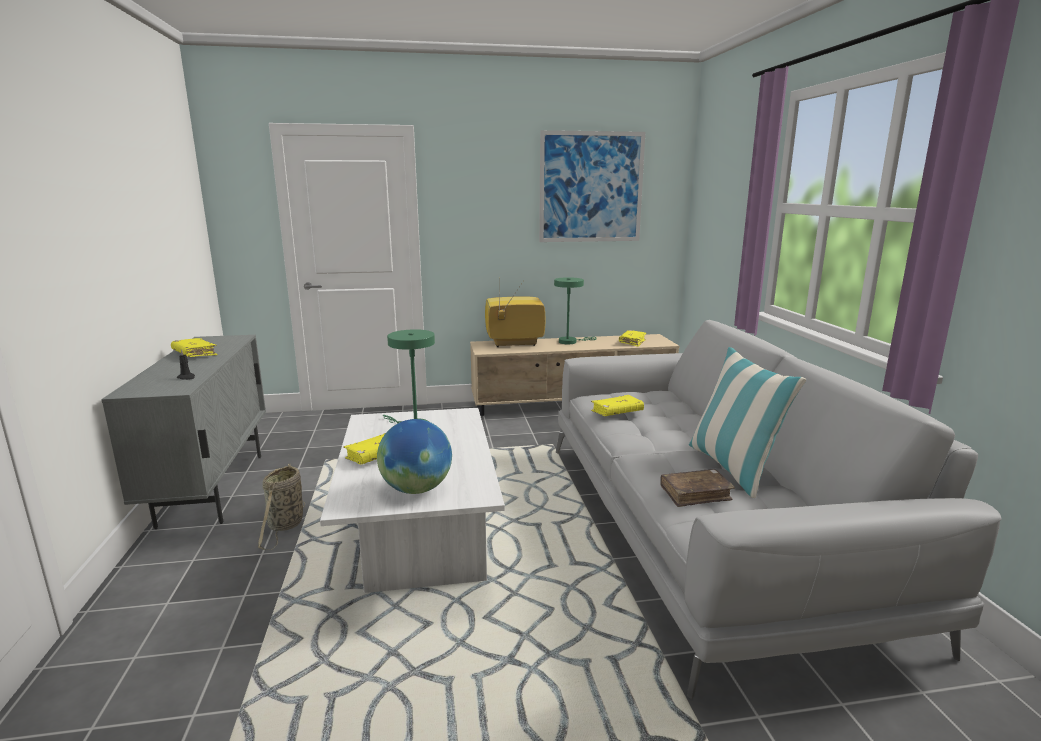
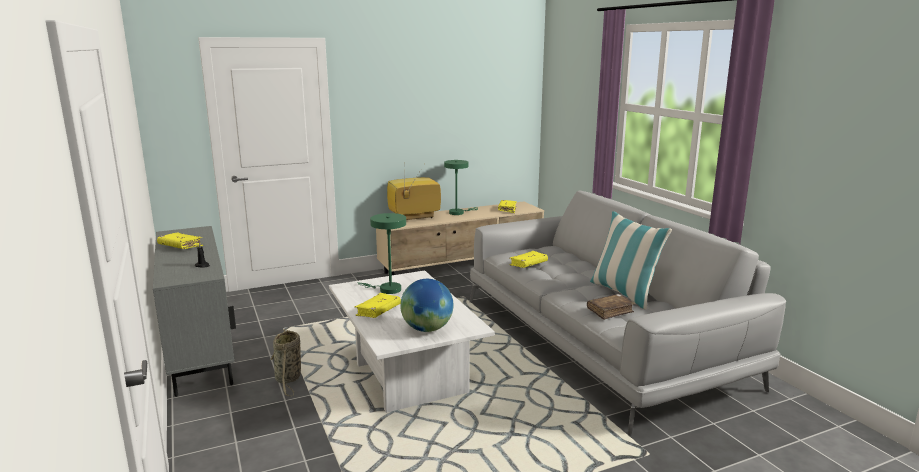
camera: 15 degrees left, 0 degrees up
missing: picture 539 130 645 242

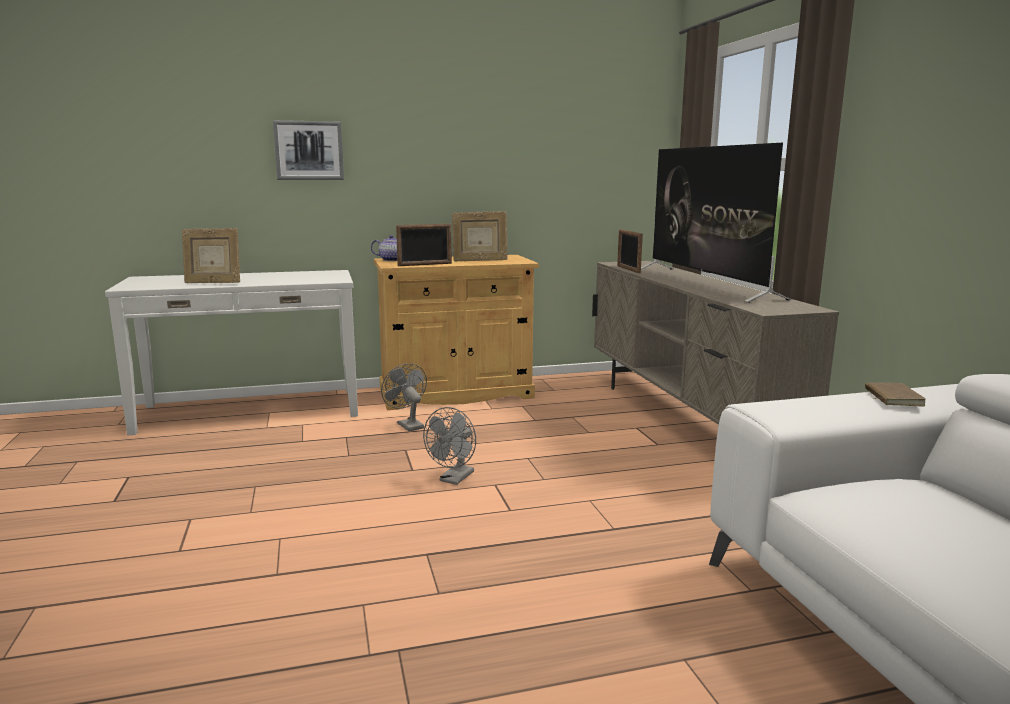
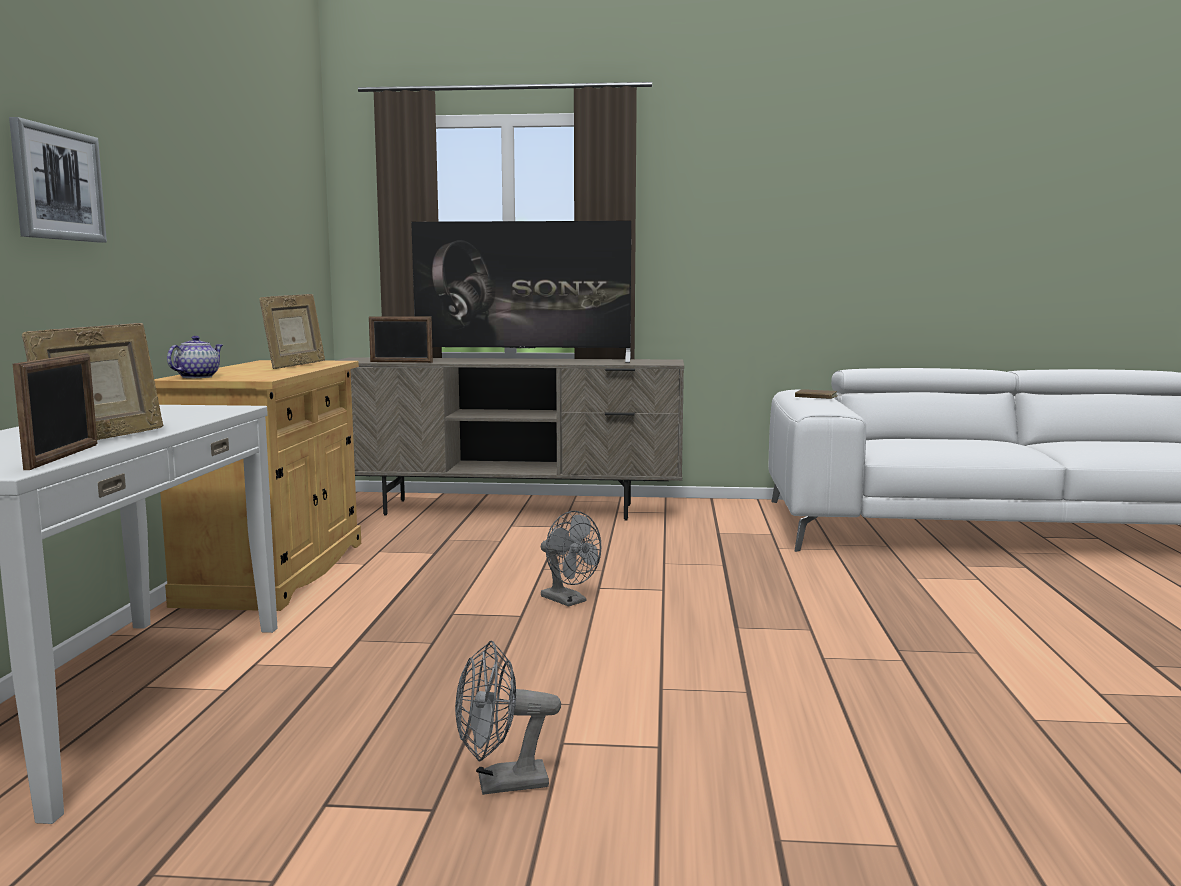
camera: 70 degrees left, 5 degrees down
relocated: grey fan 381 363 427 431 to 455 640 561 795; picture frame 396 224 452 266 to 13 353 97 470

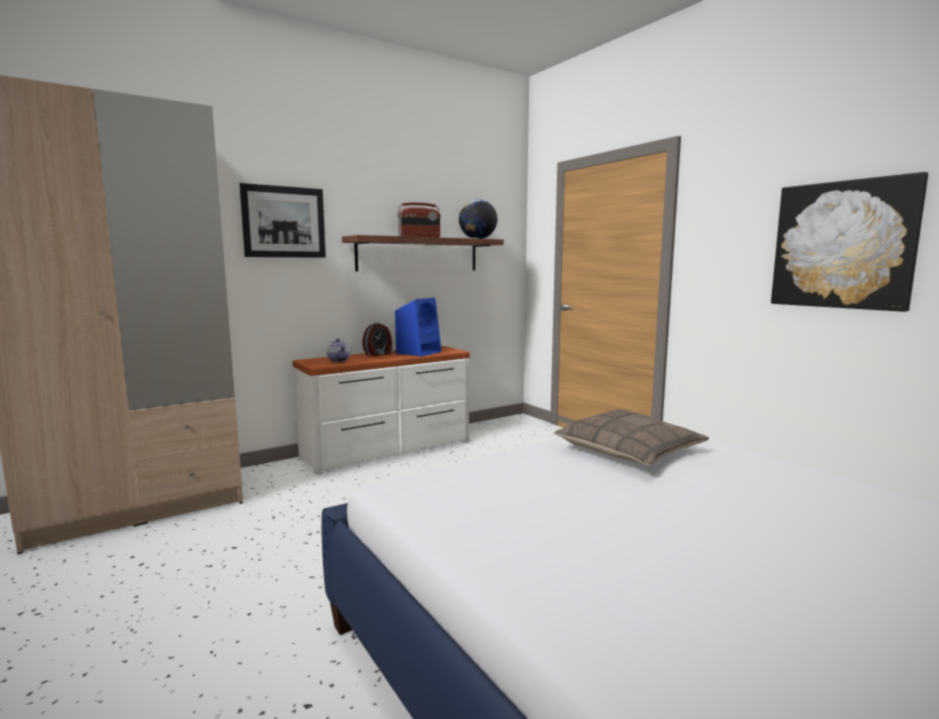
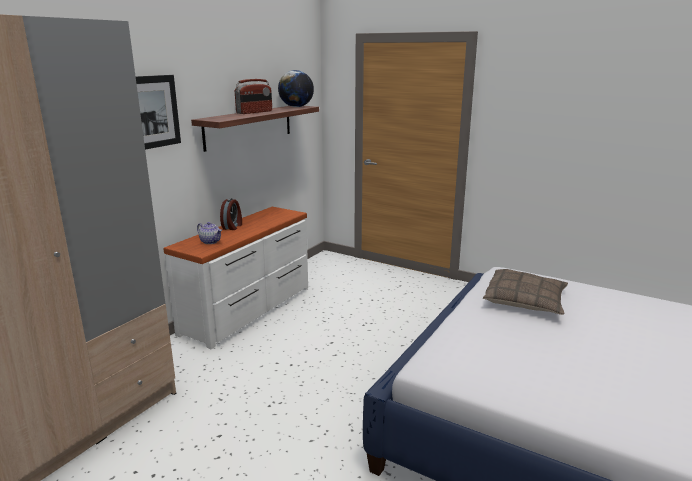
camera: 25 degrees left, 10 degrees up
missing: blue speaker 395 297 441 356; picture 771 172 928 312

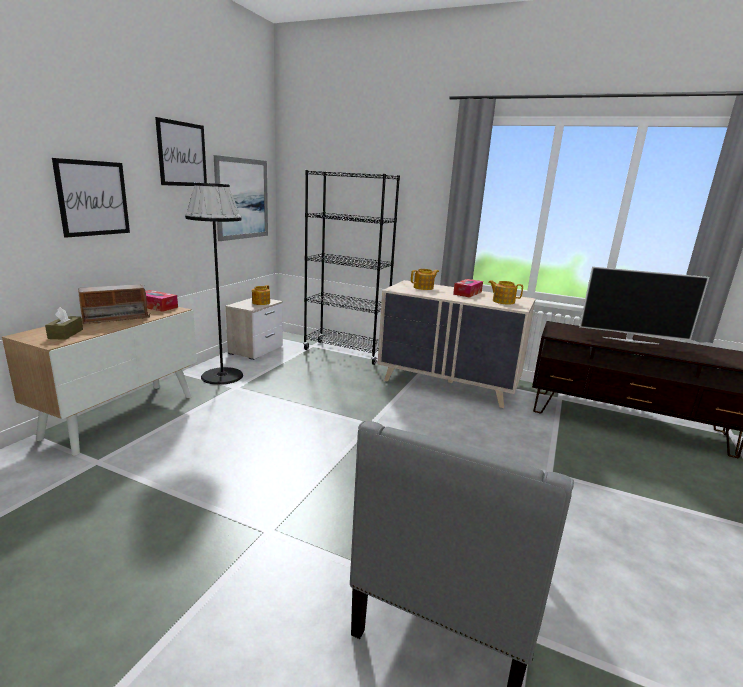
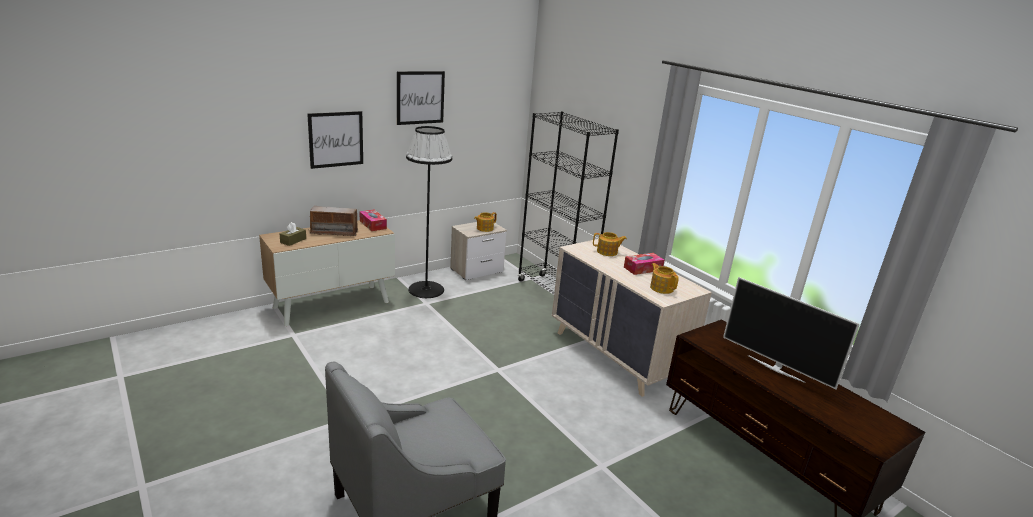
camera: 30 degrees right, 5 degrees up
missing: picture 214 155 268 241

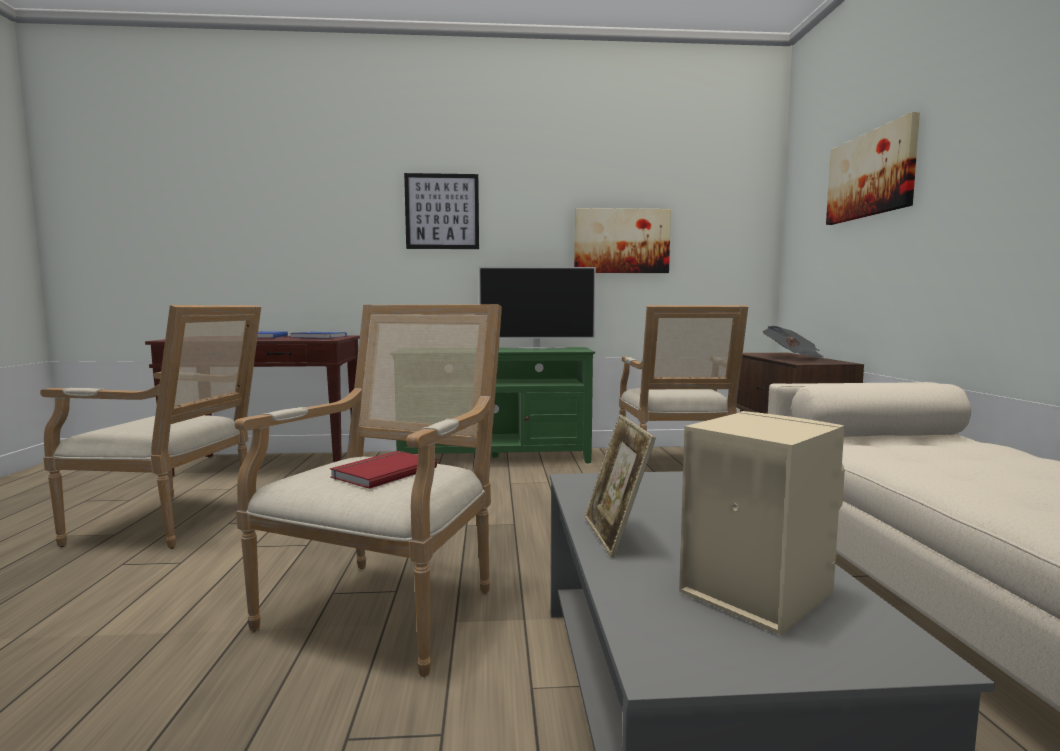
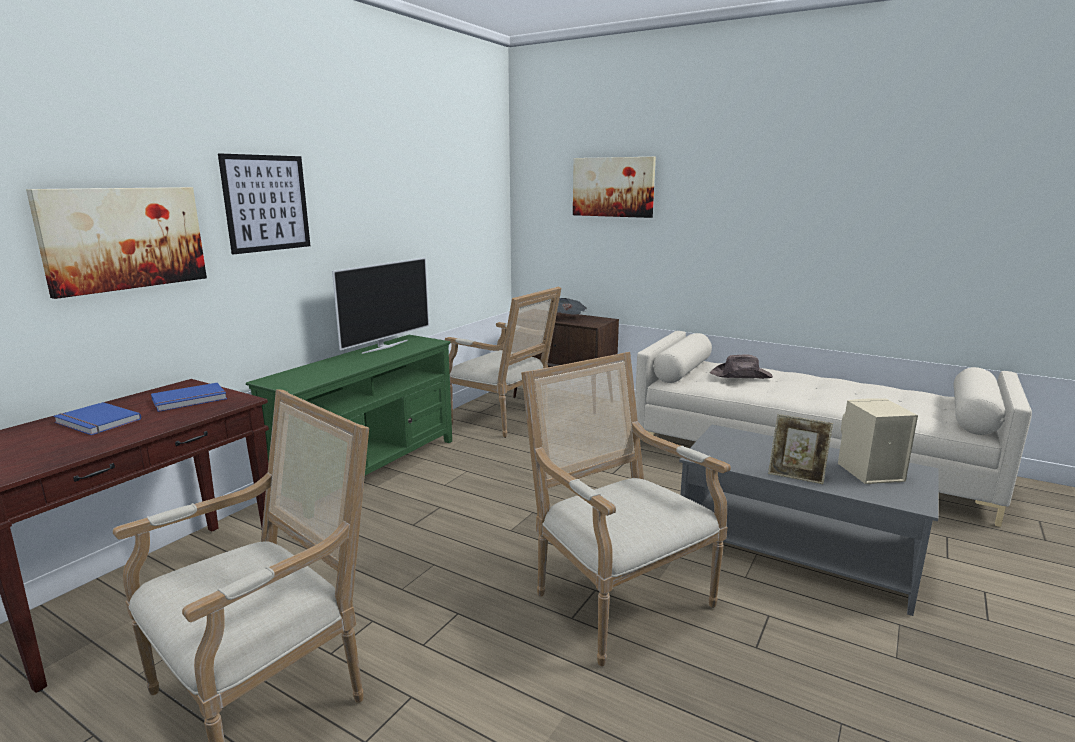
camera: 55 degrees left, 10 degrees up
missing: red book 330 451 437 489
appeared: brown hat 710 354 773 379
relocated: picture 574 208 671 273 to 26 187 207 299

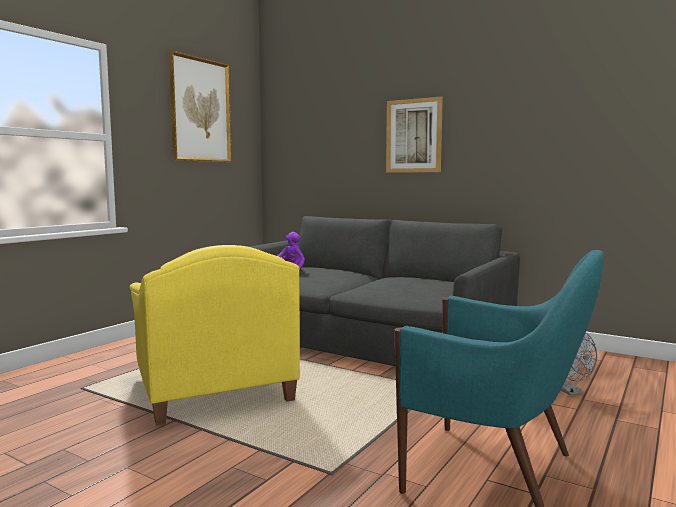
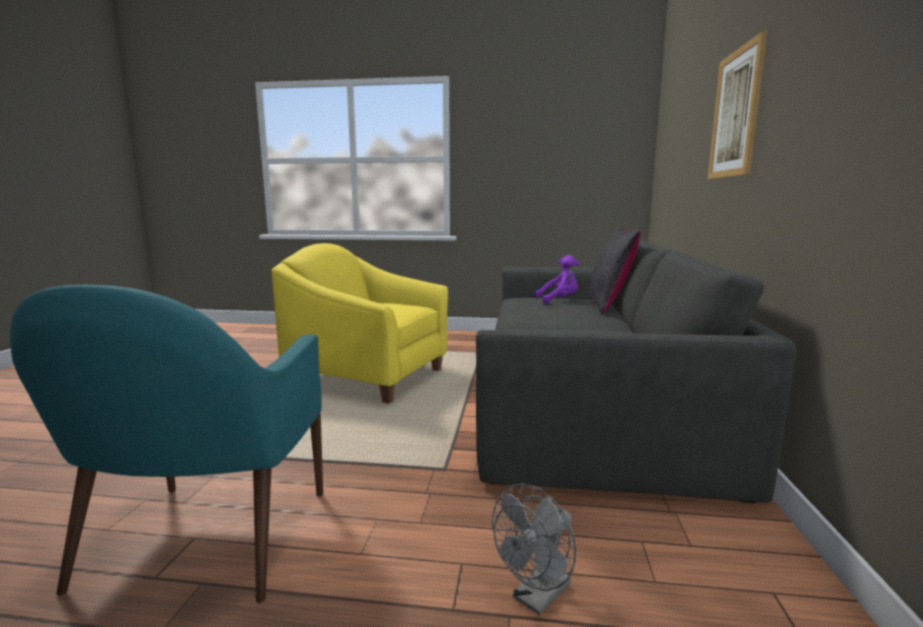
camera: 65 degrees right, 5 degrees up
missing: picture 169 51 232 162
appeared: black pillow 589 226 641 314
spun: yellow armchair 130 245 300 426 = 272 243 448 404 75 degrees clockwise

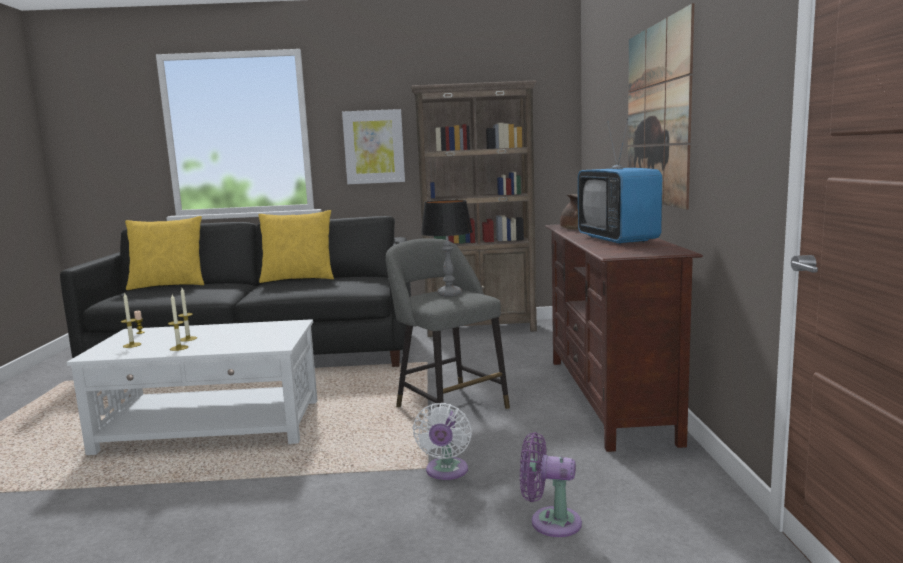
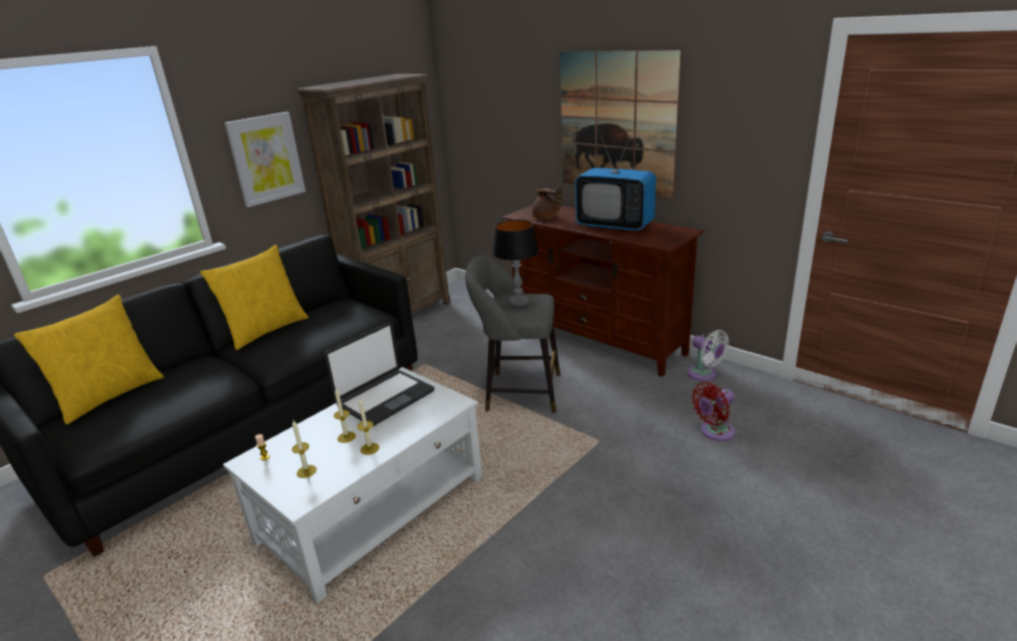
camera: 45 degrees left, 15 degrees up
appeared: laptop 324 323 435 426
relocated: white fan 413 403 472 480 to 687 330 729 381
colour: purple fan 520 432 582 537 to red fan 692 382 735 441

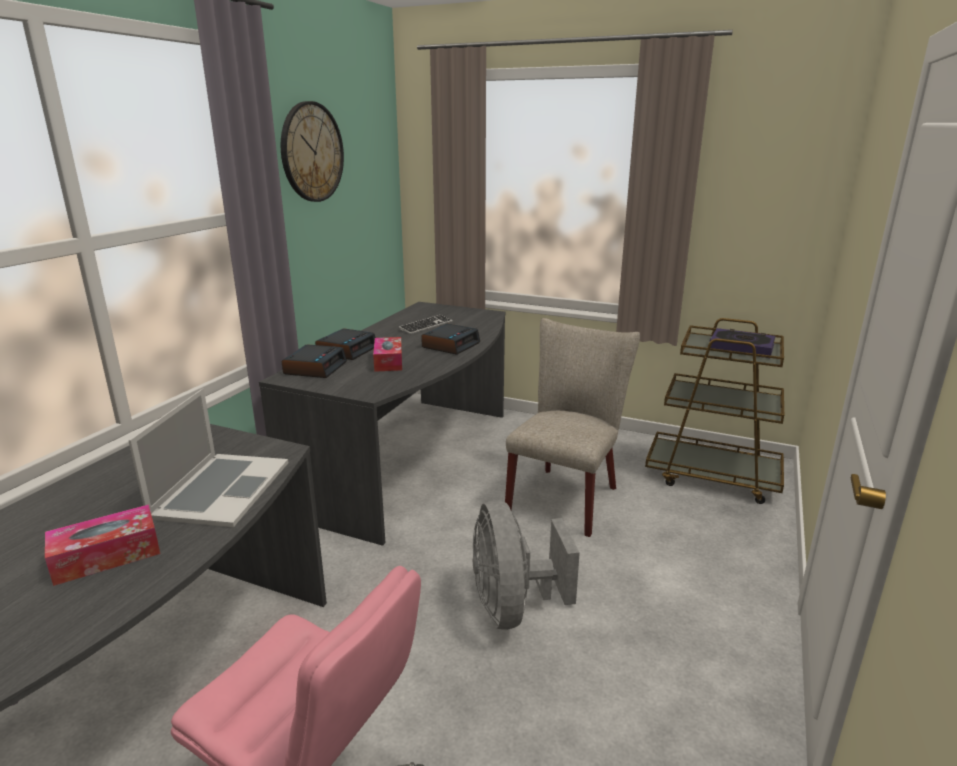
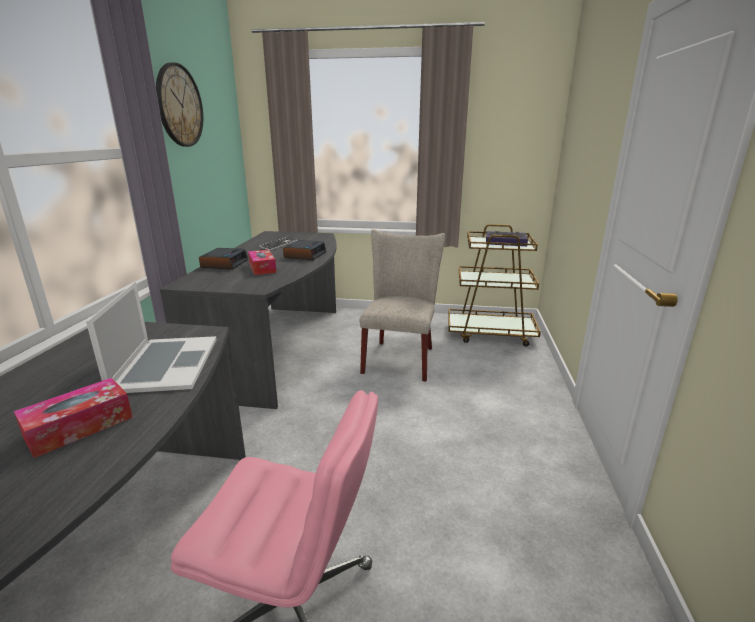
camera: 15 degrees left, 0 degrees up
missing: alarm clock 282 344 347 378; grey fan 473 500 580 630

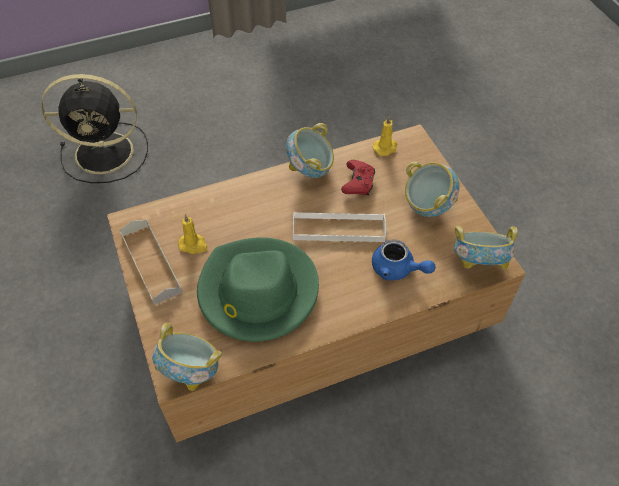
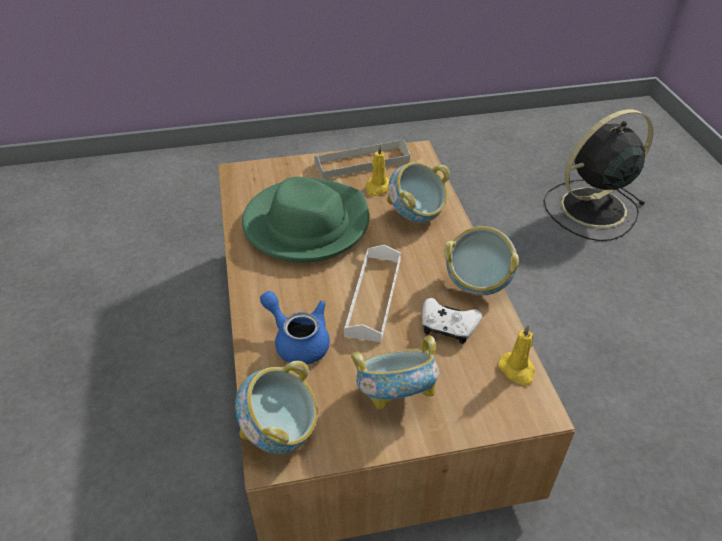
camera: 100 degrees right, 10 degrees down
relocated: bowl 152 322 222 391 to 387 162 450 223
colour: red game controller 341 160 375 195 to white game controller 422 298 482 344
spun: black fan 41 74 148 183 = 544 109 653 241 60 degrees clockwise; blue teapot 372 240 436 281 = 260 291 330 364 90 degrees clockwise

